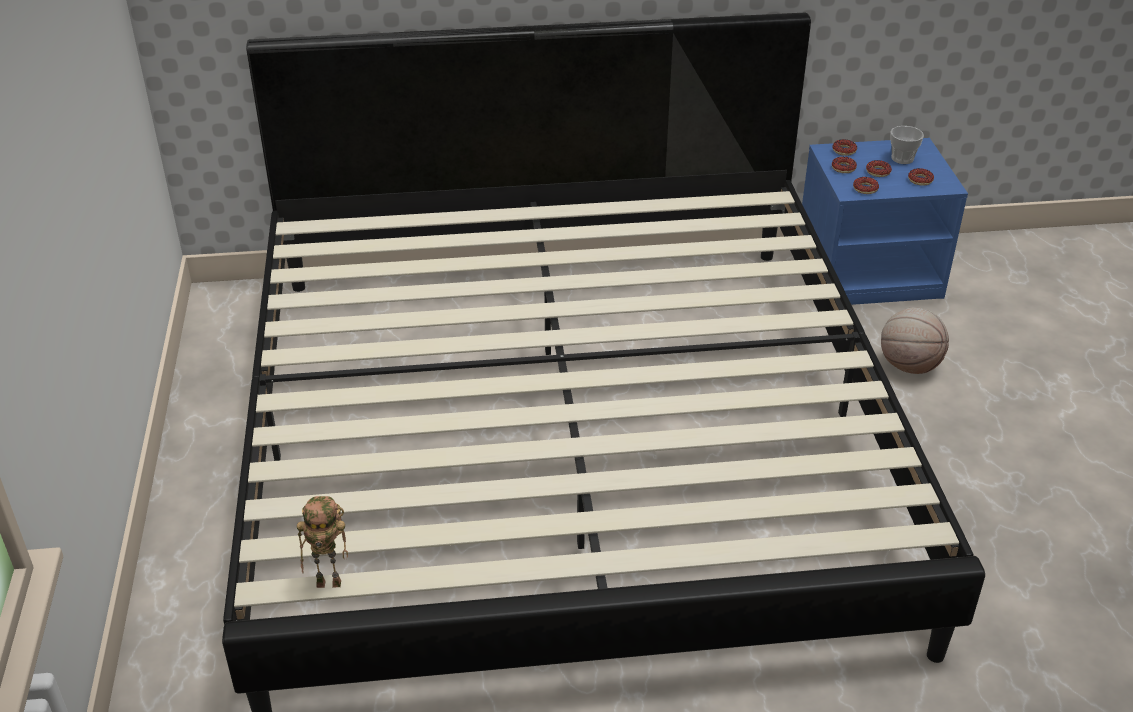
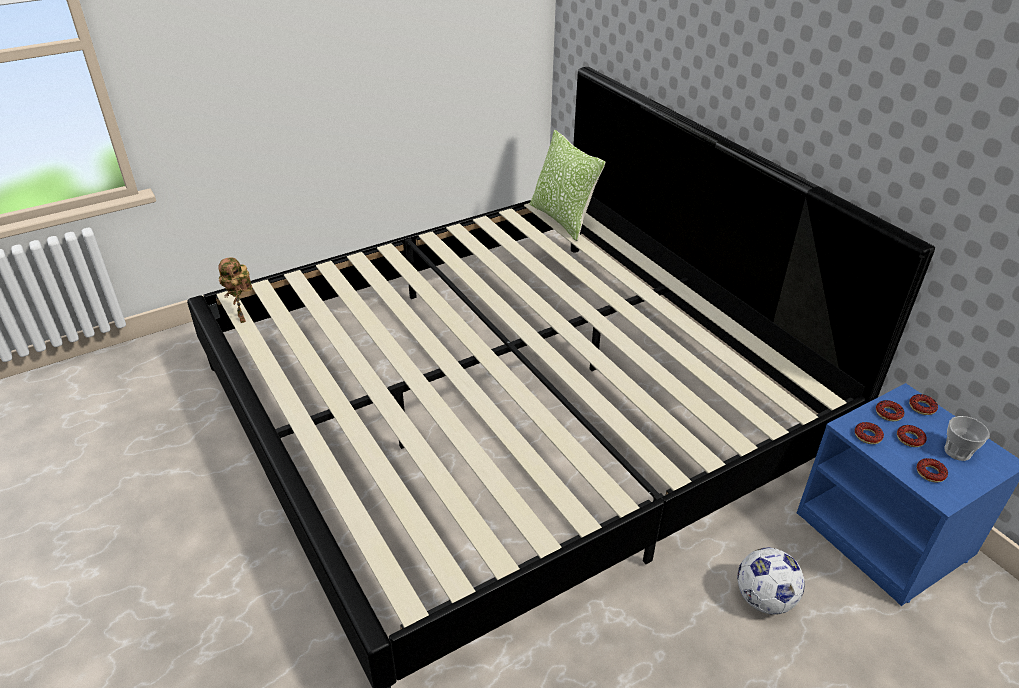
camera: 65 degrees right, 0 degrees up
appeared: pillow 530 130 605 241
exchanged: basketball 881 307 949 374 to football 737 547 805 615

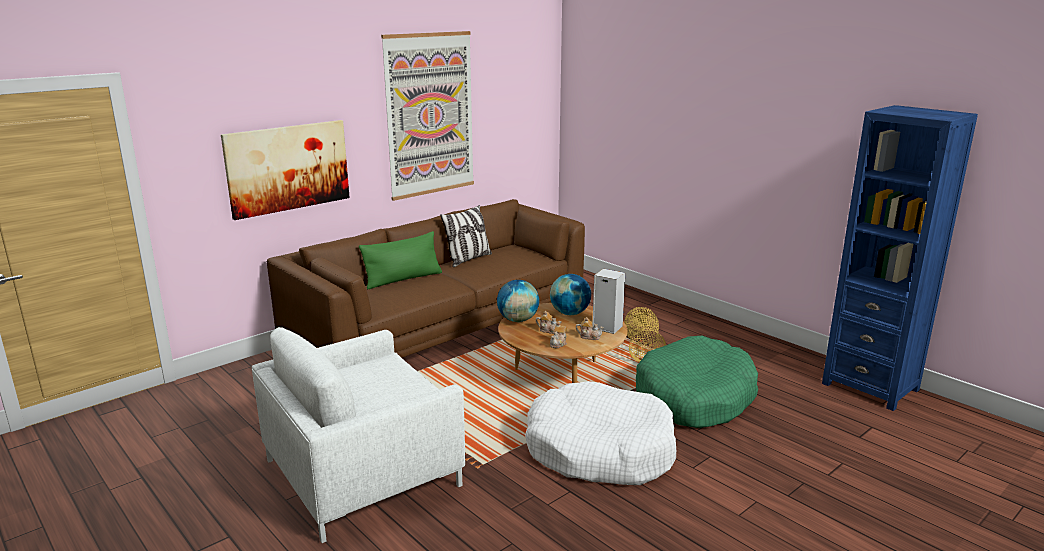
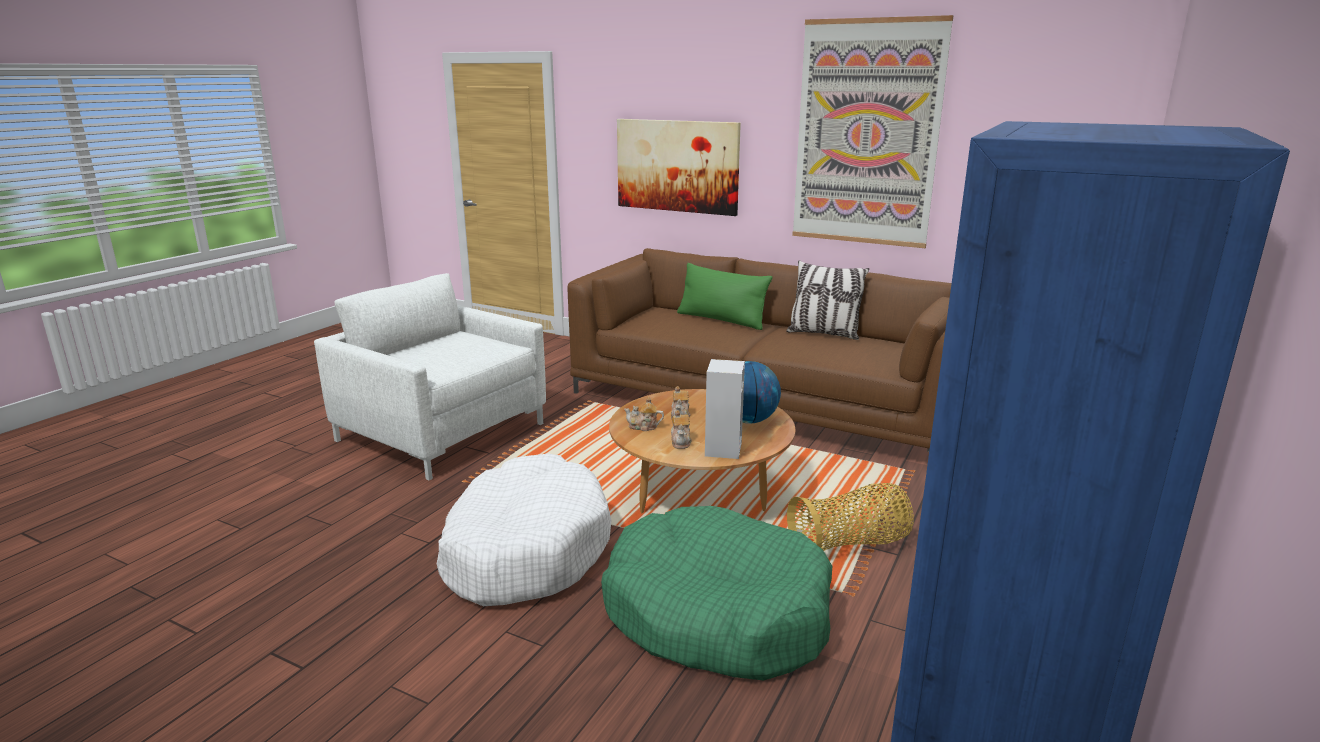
camera: 70 degrees right, 0 degrees up
missing: globe 497 280 539 322

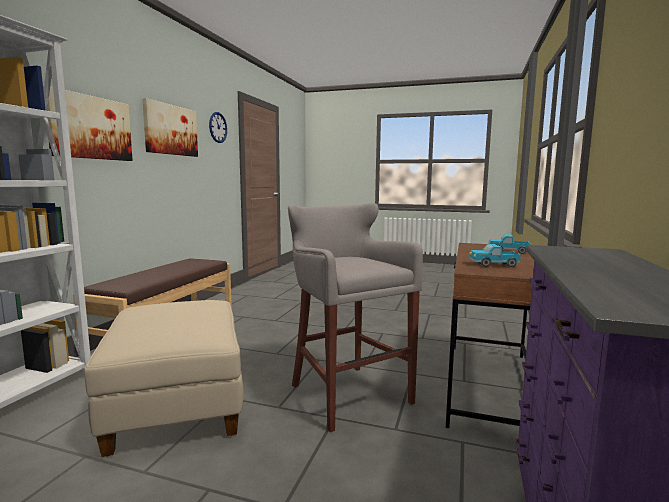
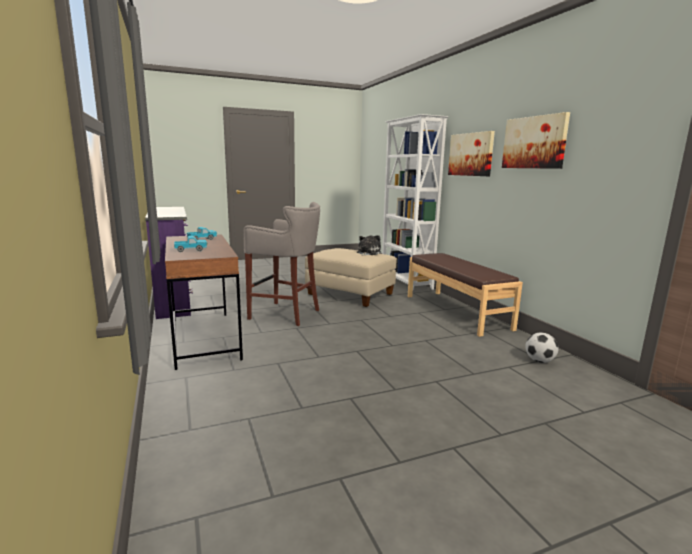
camera: 140 degrees right, 5 degrees up
missing: wall clock 209 112 227 143
appeared: plush toy 356 235 381 256; football 525 332 558 363

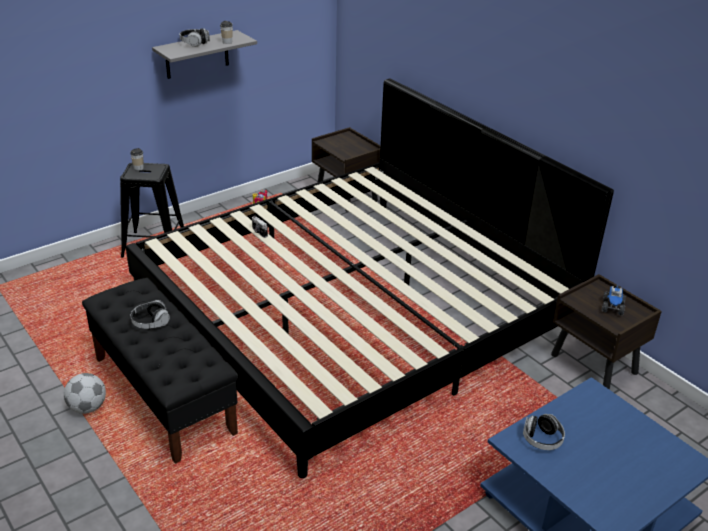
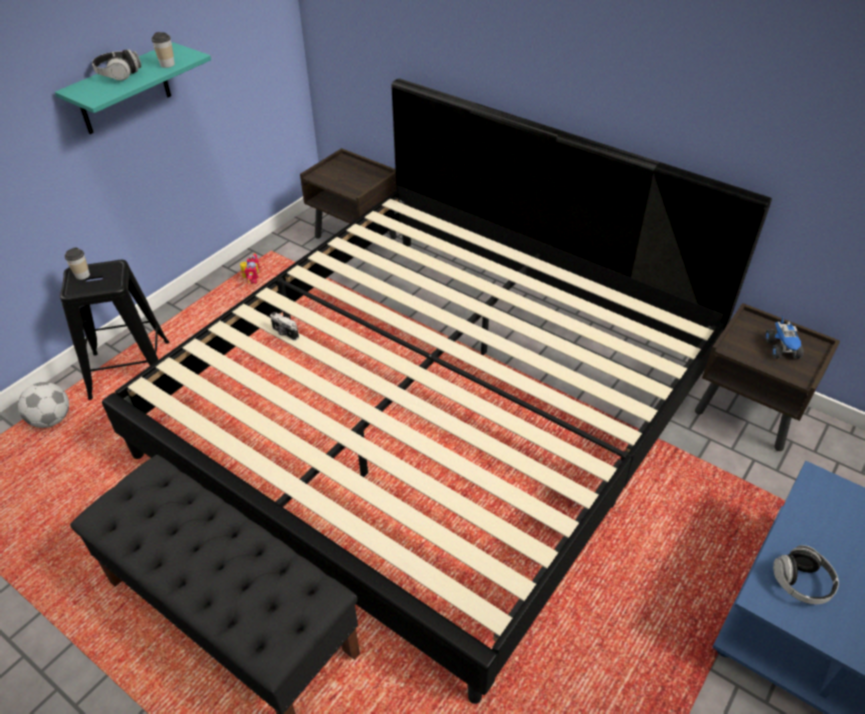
camera: 15 degrees left, 10 degrees up
missing: headphones 131 300 170 329
relocated: football 64 373 106 414 to 18 382 69 428
colour: grey shelf 152 30 257 79 to turquoise shelf 55 42 211 134

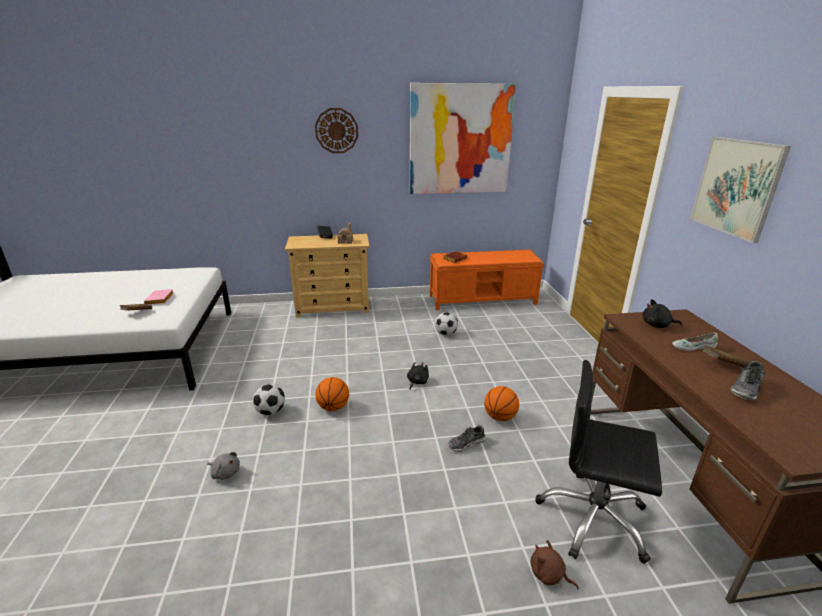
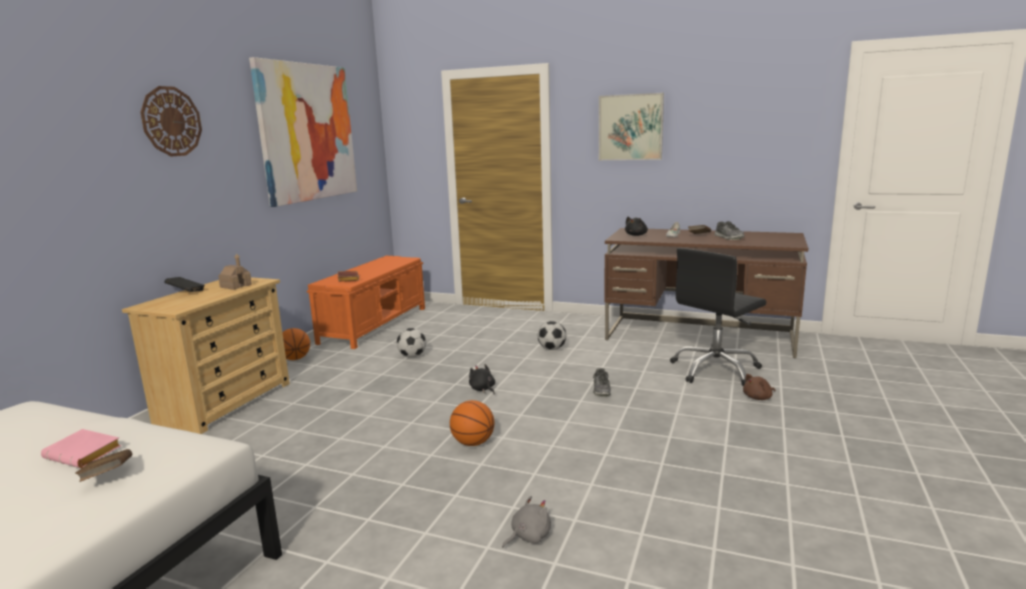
camera: 60 degrees left, 10 degrees down
relocated: football 253 384 285 415 to 537 321 566 350; basketball 484 386 519 421 to 282 328 310 360

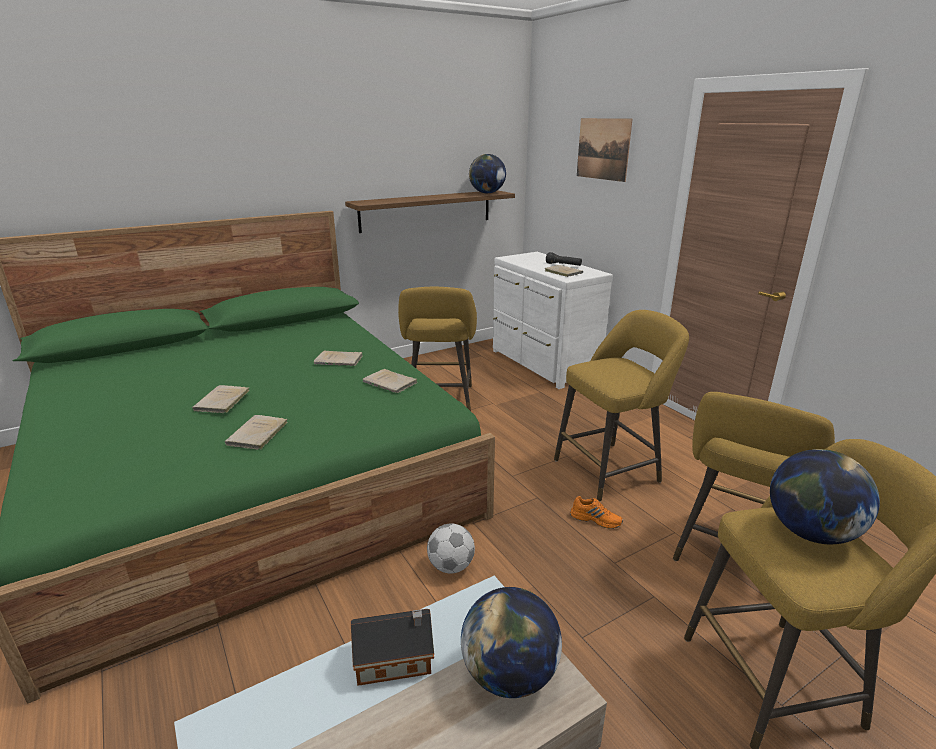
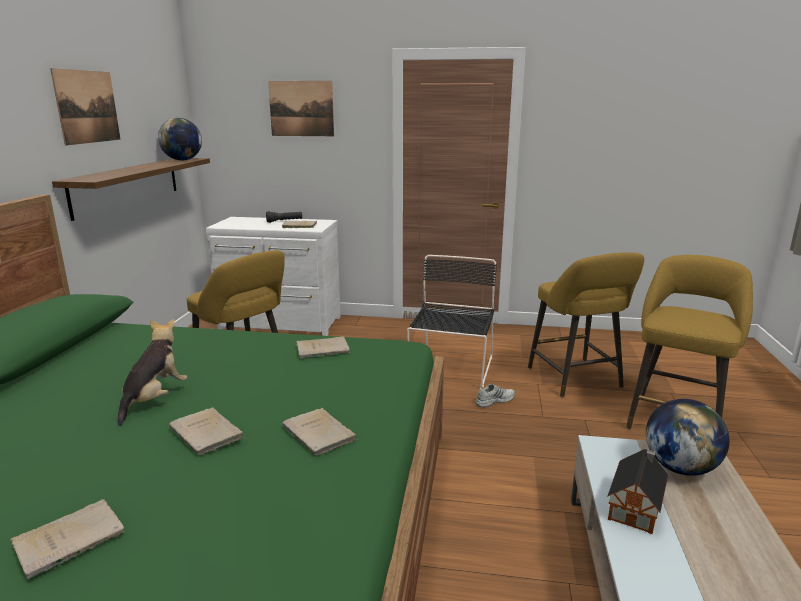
camera: 50 degrees left, 5 degrees down
missing: football 427 523 475 574; globe 770 449 880 544
appeared: picture 50 68 121 146; plush toy 118 319 188 426
relocated: beige book 314 350 363 366 to 10 499 125 579
exchanged: yellow stool 554 310 689 502 to black chair 407 255 497 388
colour: orange shoe 570 496 623 529 to white shoe 475 384 515 407

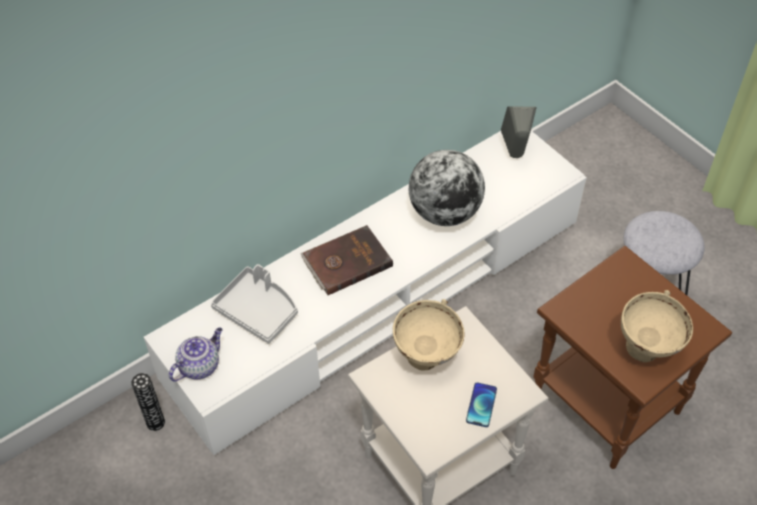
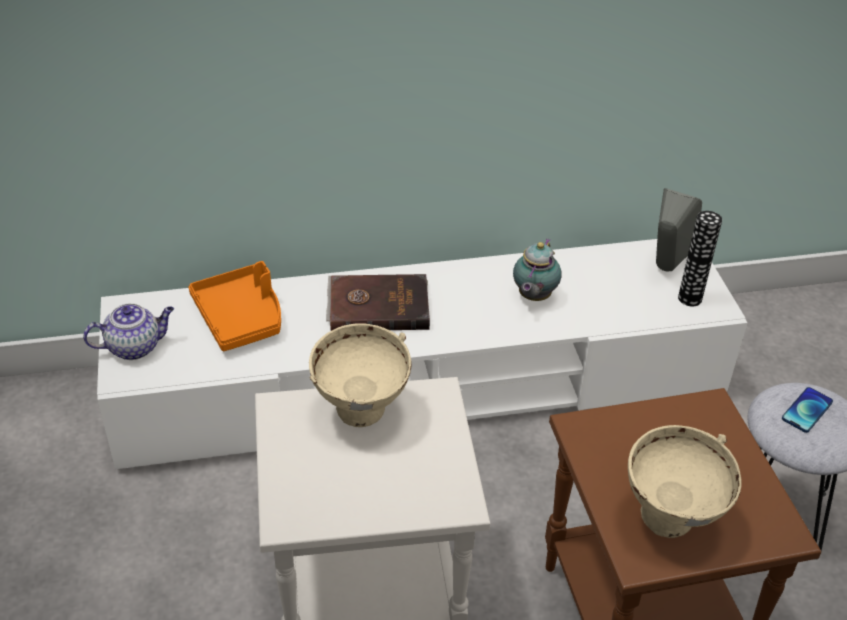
camera: 25 degrees right, 10 degrees down
relocated: vase 131 373 165 431 to 678 211 722 307; phone 466 383 497 427 to 782 387 833 433
exchanged: globe 409 150 485 226 to teapot 513 238 562 301
colour: grey tray 211 264 298 344 to orange tray 189 261 281 351

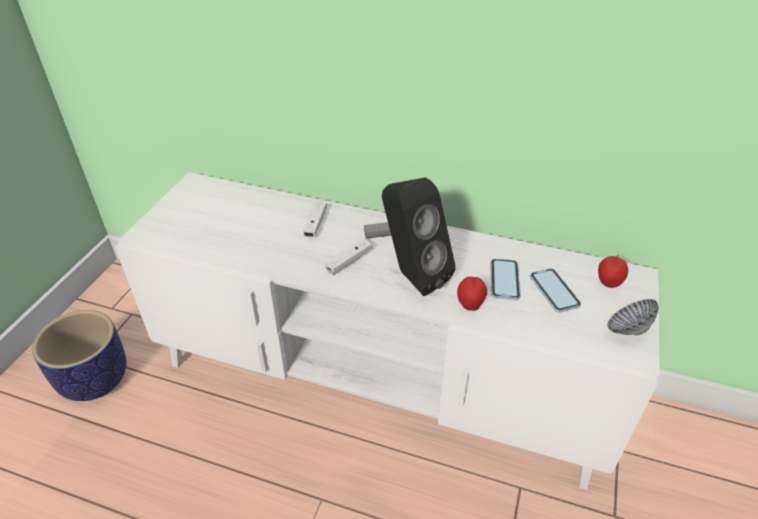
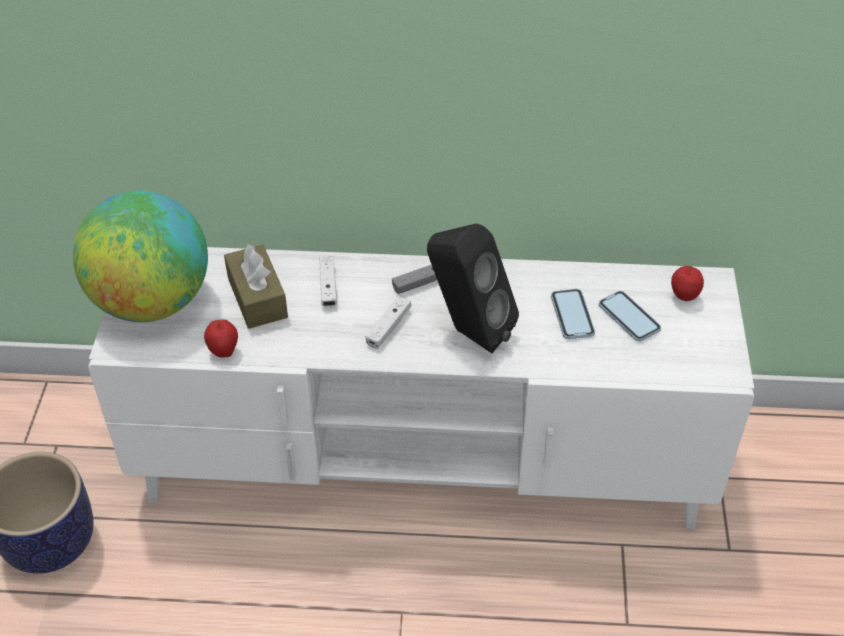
camera: 15 degrees left, 5 degrees up
missing: bowl 607 299 659 335
appeared: globe 73 191 208 322; brown tissue box 224 243 288 329
relocated: apple 457 276 487 311 to 204 320 238 357

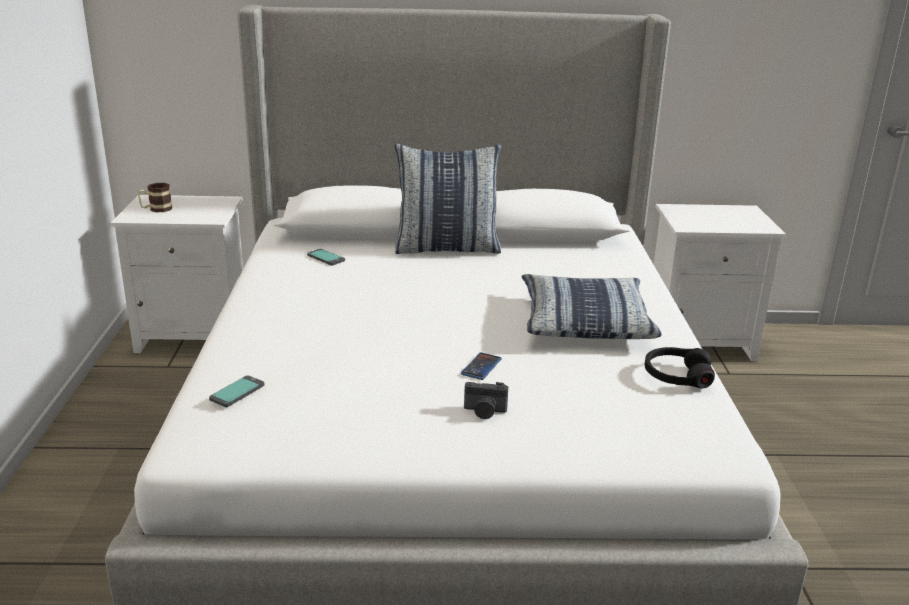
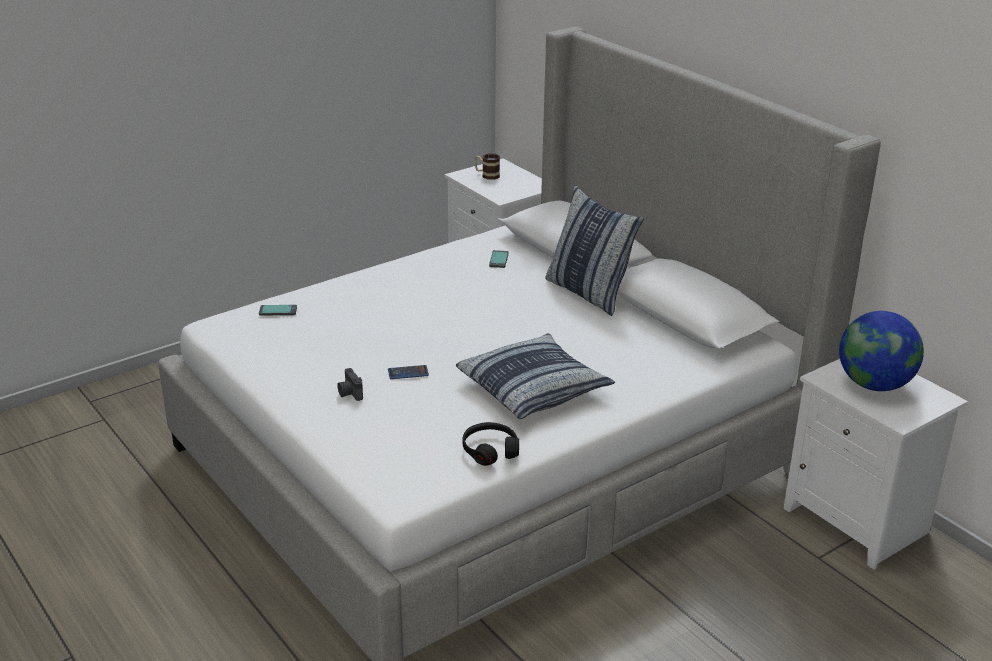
camera: 55 degrees right, 5 degrees up
appeared: globe 839 311 924 391

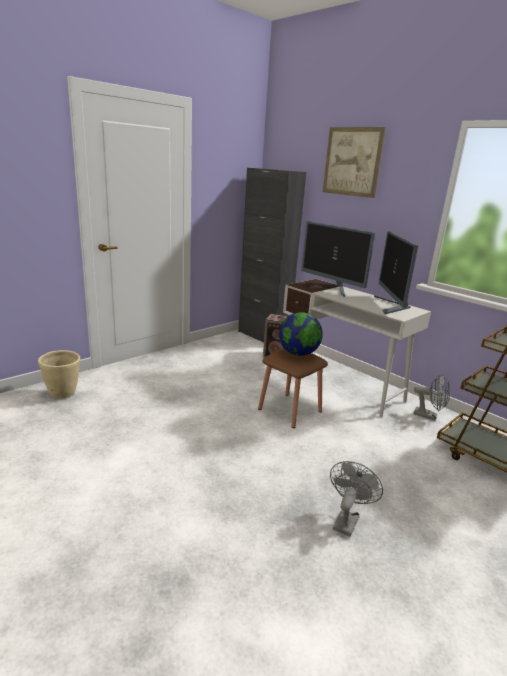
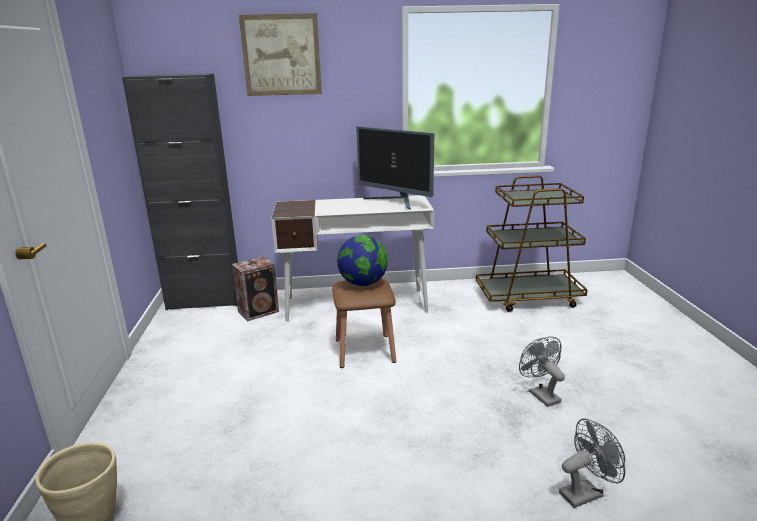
camera: 50 degrees left, 0 degrees up
missing: monitor 301 221 375 297
relocated: grey fan 414 374 450 421 to 559 419 625 508

